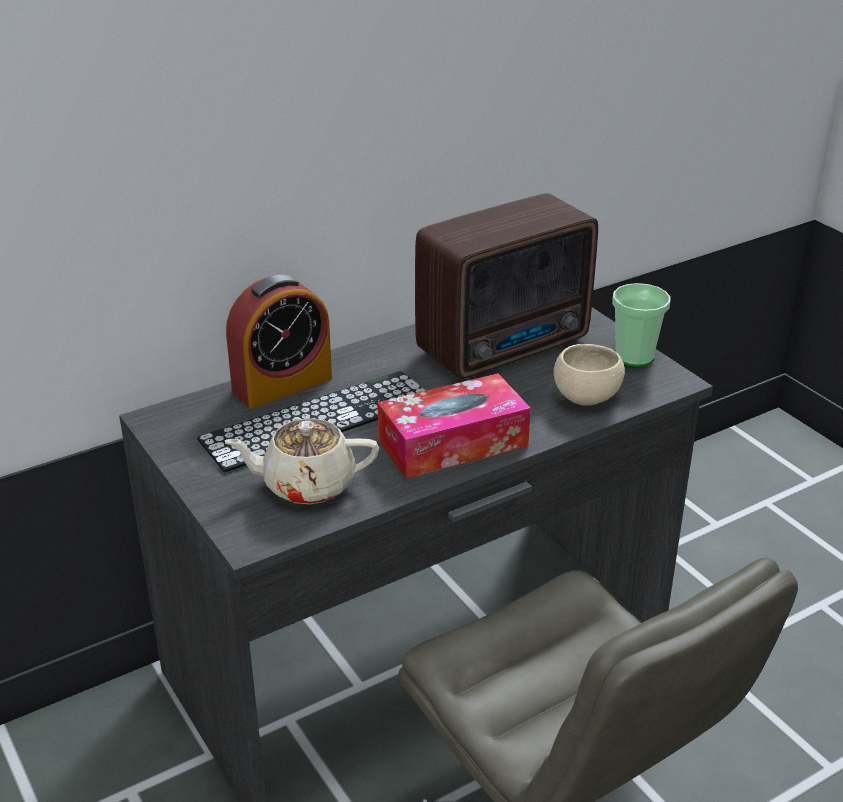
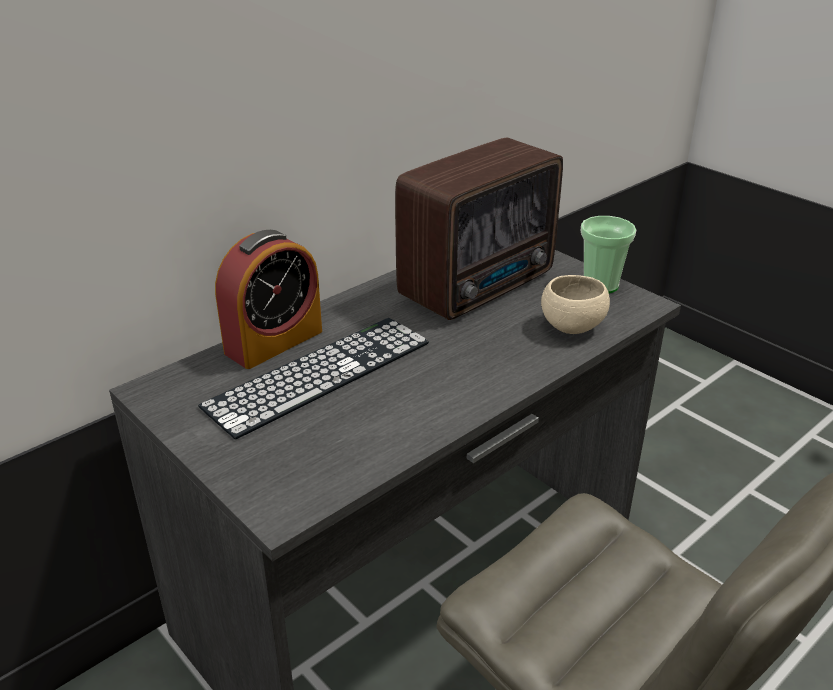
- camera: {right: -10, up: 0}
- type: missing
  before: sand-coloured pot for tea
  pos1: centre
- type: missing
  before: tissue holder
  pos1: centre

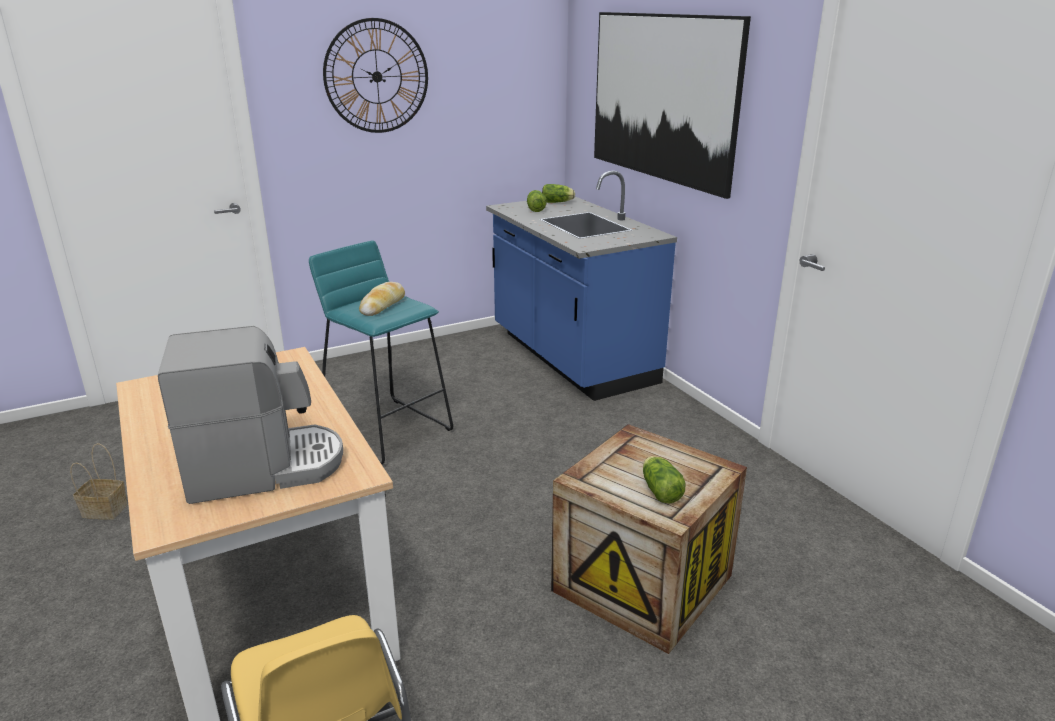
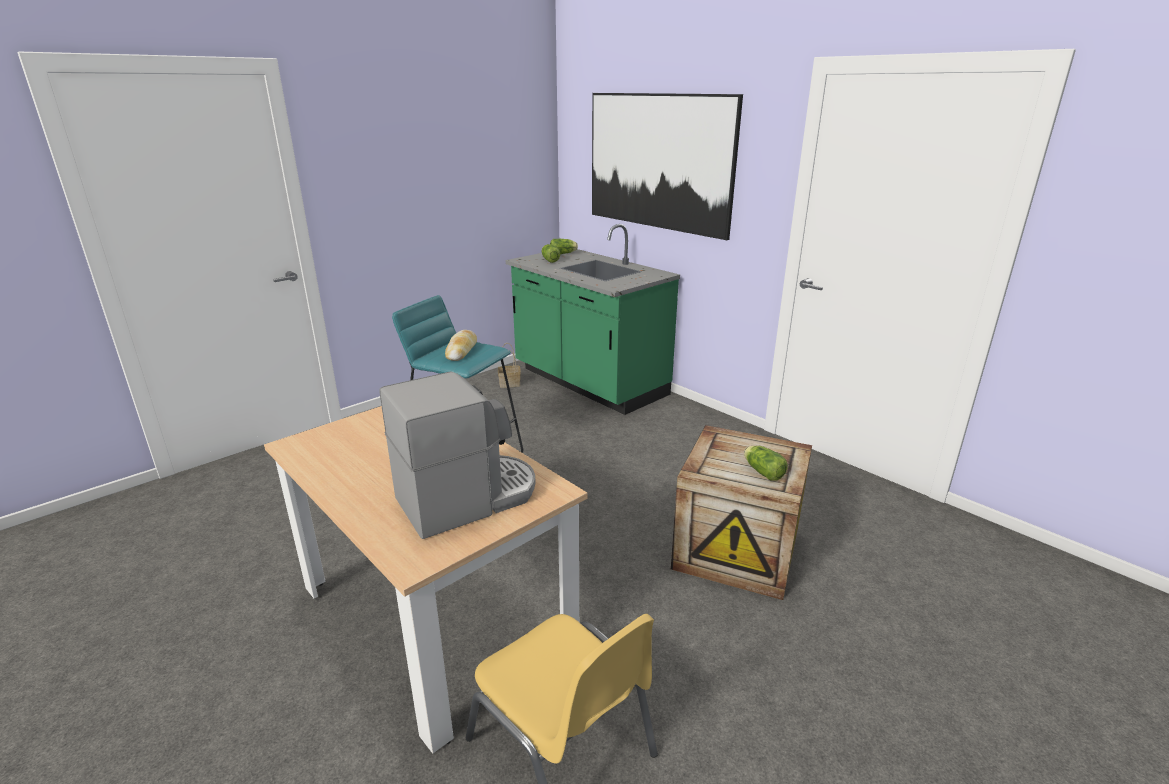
- camera: {right: -15, up: 0}
- type: relocated
  before: storage basket
  pos1: bottom left
  pos2: centre
- type: colour
  before: blue counter
  after: greenish counter
  pos1: centre
  pos2: centre
- type: missing
  before: hanging clock
  pos1: top centre

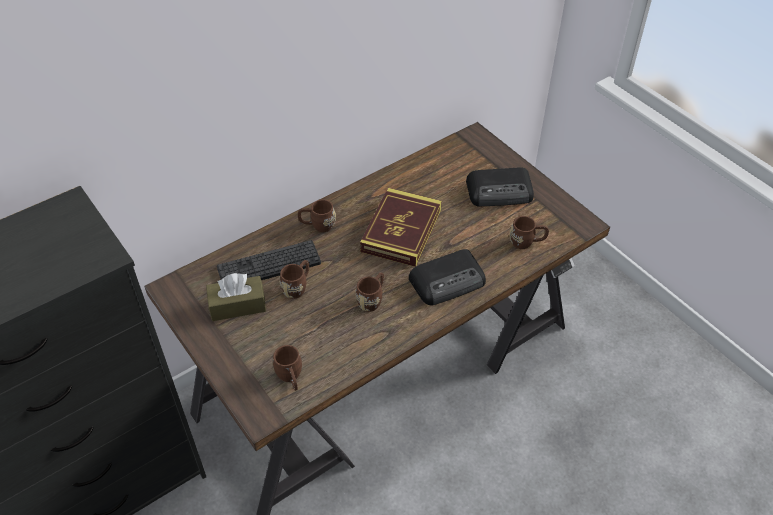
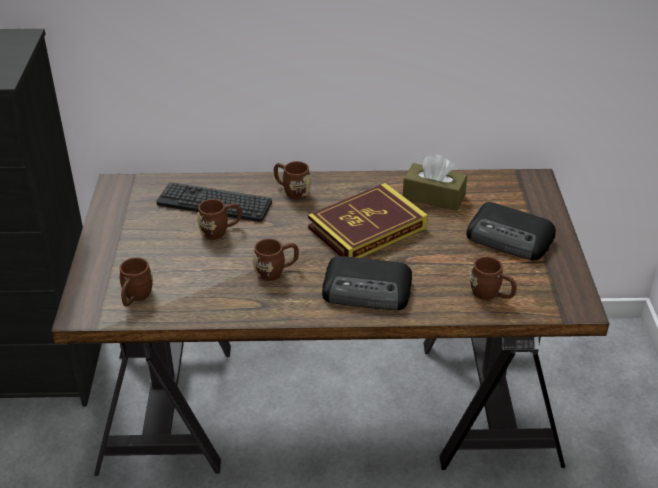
- camera: {right: 35, up: -10}
- type: relocated
  before: brown tissue holder
  pos1: middle left
  pos2: centre

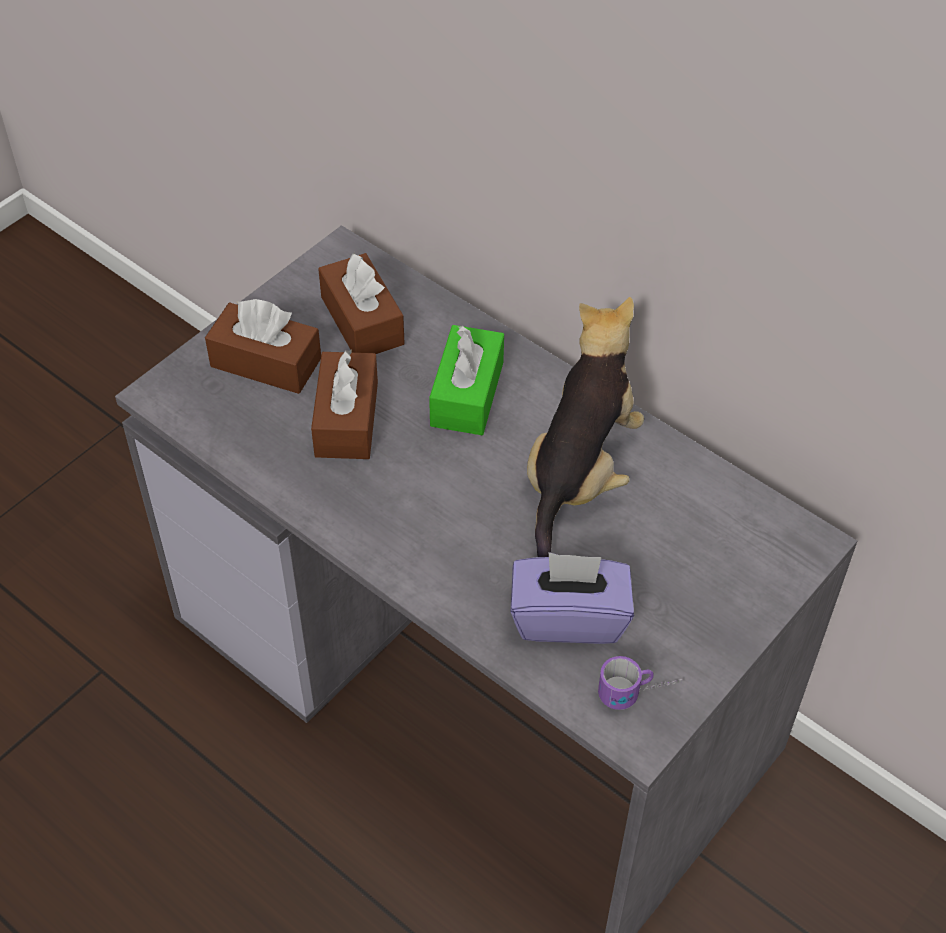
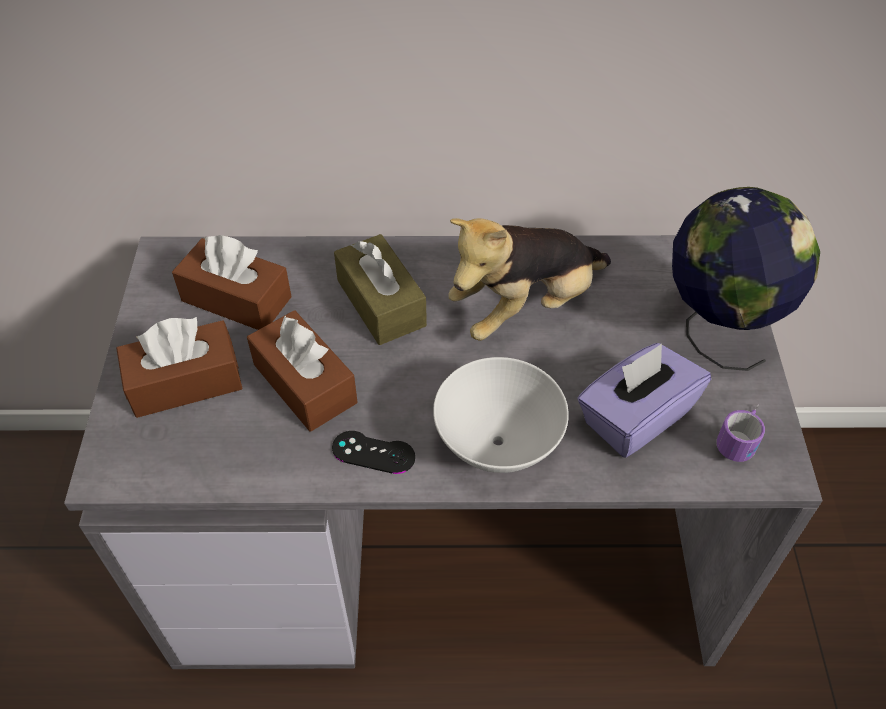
- camera: {right: -40, up: 0}
- type: appeared
  after: black gamepad
  pos2: centre
- type: colour
  before: greenish tissue holder
  after: brown tissue holder (no. 4 from left)
  pos1: centre
  pos2: centre
- type: appeared
  after: whitish bowl
  pos2: centre
- type: spun
  before: soft toy
  pos1: centre
  pos2: centre
  turn: -105
- type: appeared
  after: desk globe
  pos2: middle right

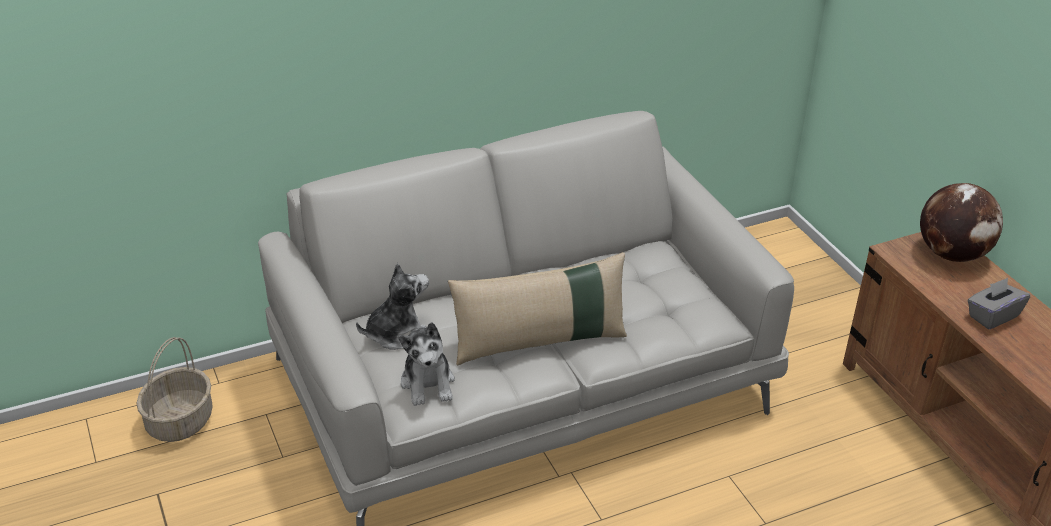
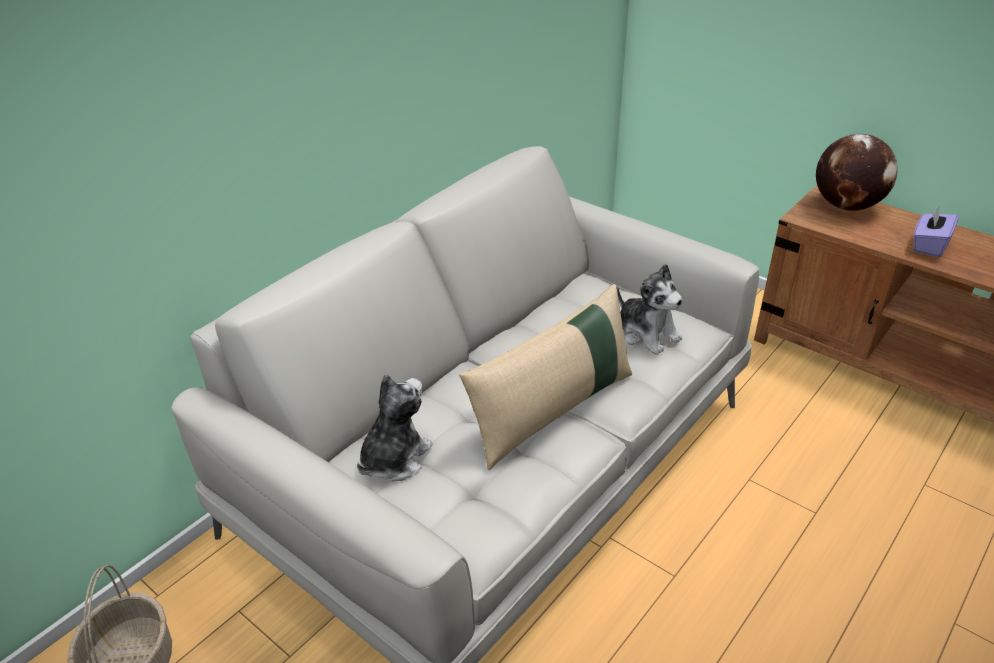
- camera: {right: -25, up: 0}
- type: relocated
  before: soft toy (no. 2 from left)
  pos1: bottom centre
  pos2: centre
- type: colour
  before: grey tissue holder
  after: purple tissue holder
  pos1: middle right
  pos2: middle right

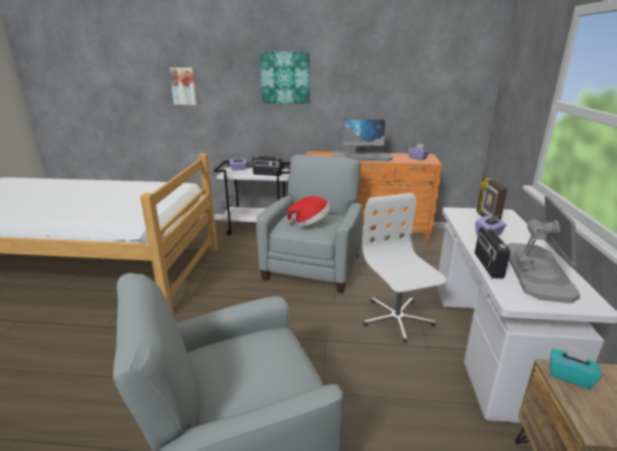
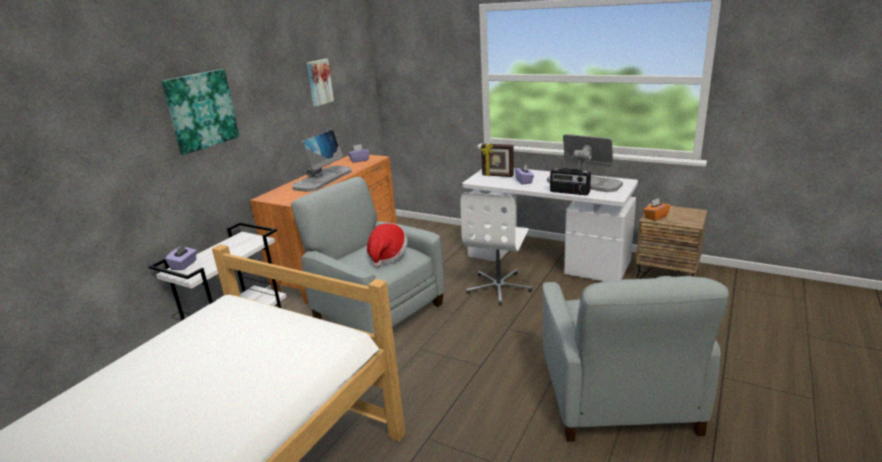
- camera: {right: -65, up: 0}
- type: relocated
  before: picture (no. 1 from left in the first image)
  after: picture (no. 2 from left)
  pos1: top left
  pos2: top centre
- type: spun
  before: whitish desk chair
  pos1: centre
  pos2: centre
  turn: -75
- type: colour
  before: turquoise-coloured tissue holder
  after: orange tissue holder
  pos1: bottom right
  pos2: middle right
- type: missing
  before: radio (no. 1 from left)
  pos1: centre

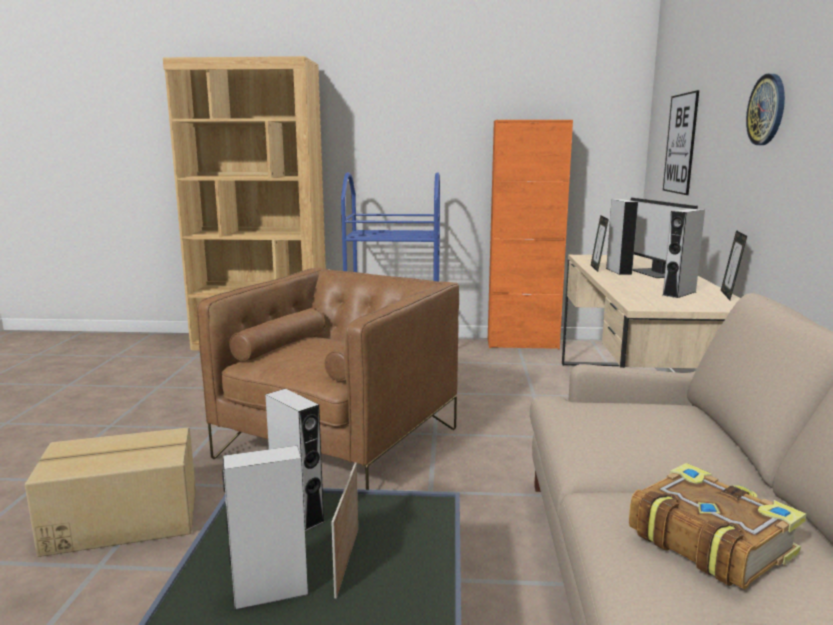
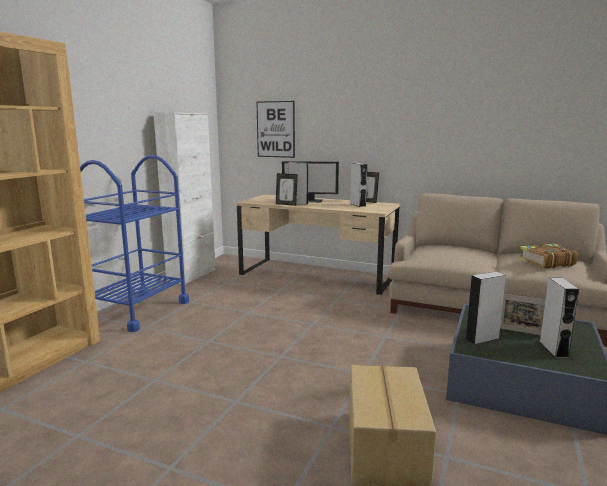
- camera: {right: -70, up: 0}
- type: colour
  before: orange cupboard
  after: whitish cupboard
  pos1: centre
  pos2: middle left
- type: missing
  before: brown easy chair
  pos1: centre
- type: missing
  before: hanging clock
  pos1: top right

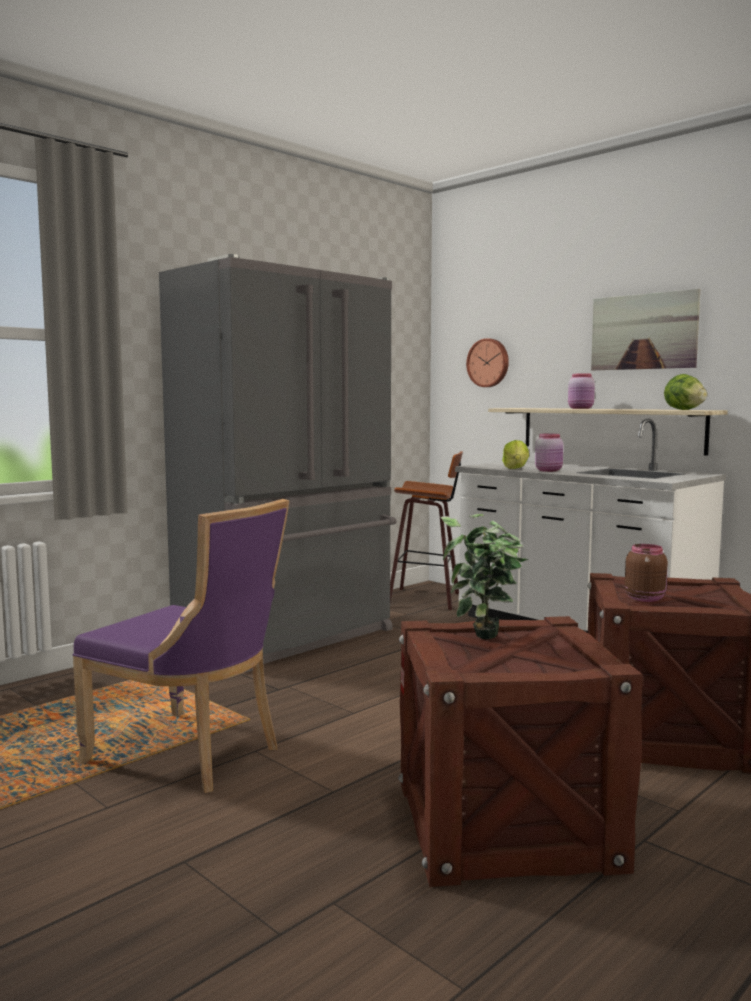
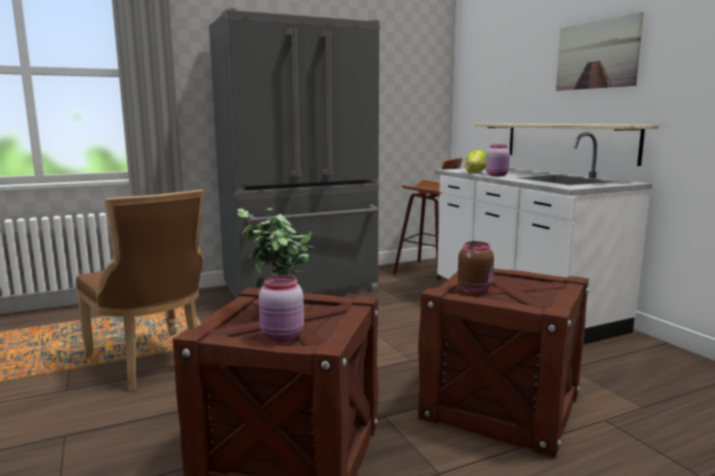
- camera: {right: 20, up: 5}
- type: colour
  before: purple chair
  after: brown chair
  pos1: middle left
  pos2: middle left
- type: relocated
  before: pinkish storage jar (no. 2 from left in the first image)
  after: pinkish storage jar (no. 1 from left)
  pos1: middle right
  pos2: centre
- type: missing
  before: hanging clock
  pos1: centre
- type: missing
  before: lettuce head (no. 2 from left)
  pos1: middle right

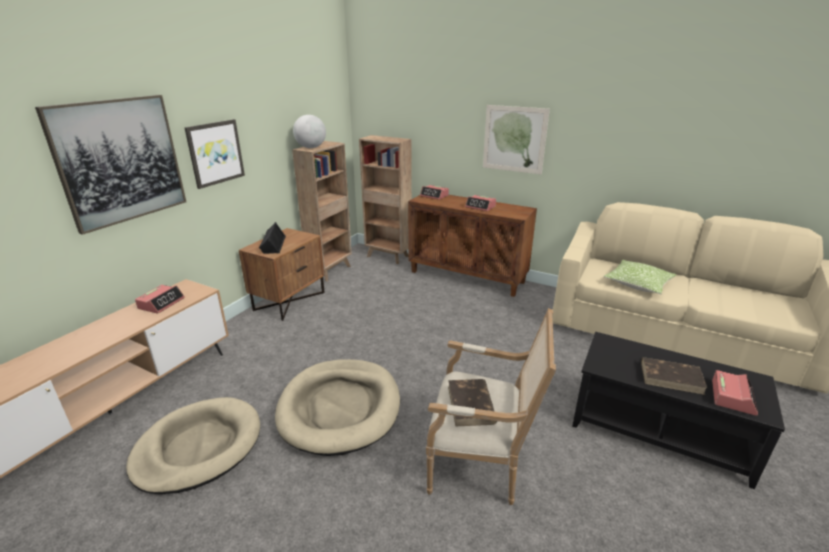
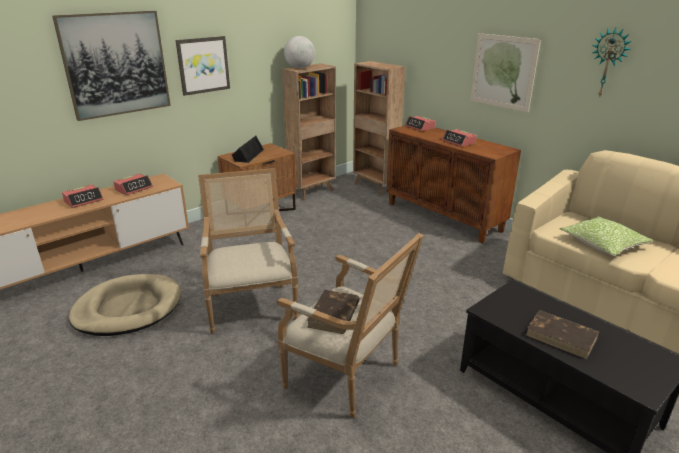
- camera: {right: 20, up: 0}
- type: relocated
  before: alarm clock (no. 4 from left in the first image)
  after: alarm clock (no. 1 from left)
  pos1: bottom right
  pos2: middle left
- type: exchanged
  before: sand-coloured dog cushion (no. 2 from left)
  after: easy chair (no. 1 from left)
  pos1: bottom centre
  pos2: centre
- type: appeared
  after: hanging clock
  pos2: top right

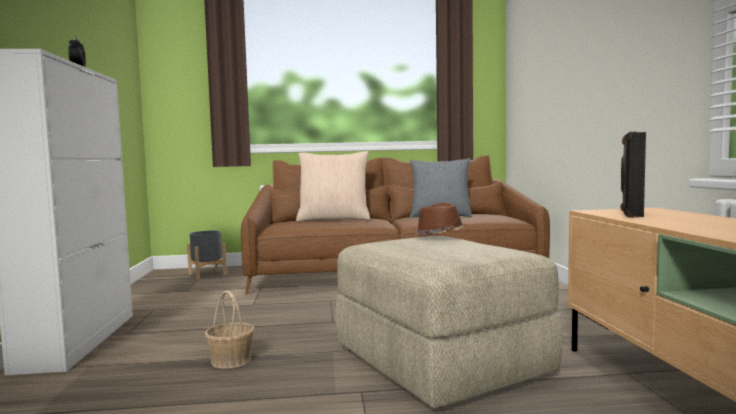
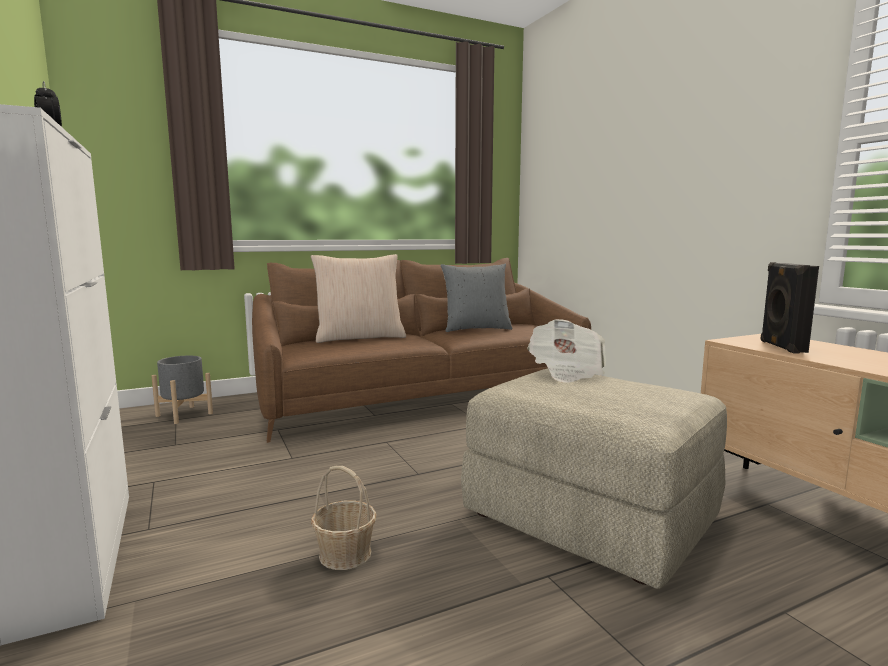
- camera: {right: -20, up: 5}
- type: exchanged
  before: brown hat
  after: newspaper
  pos1: centre
  pos2: centre

